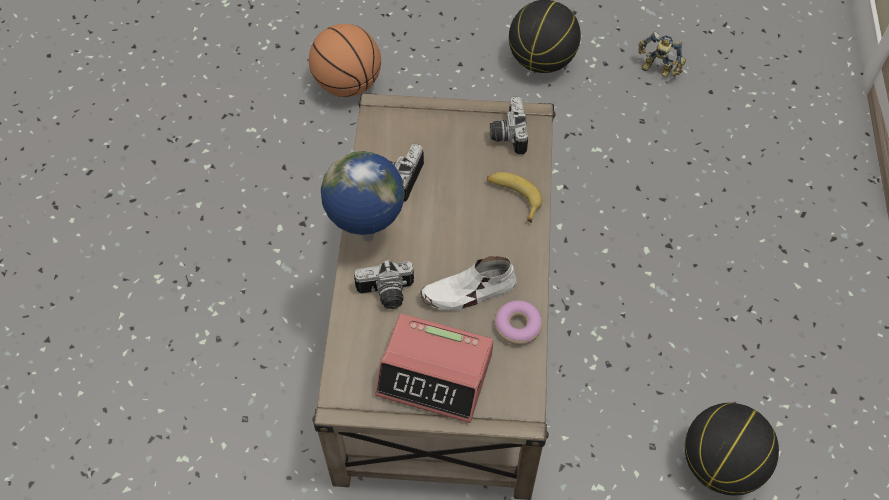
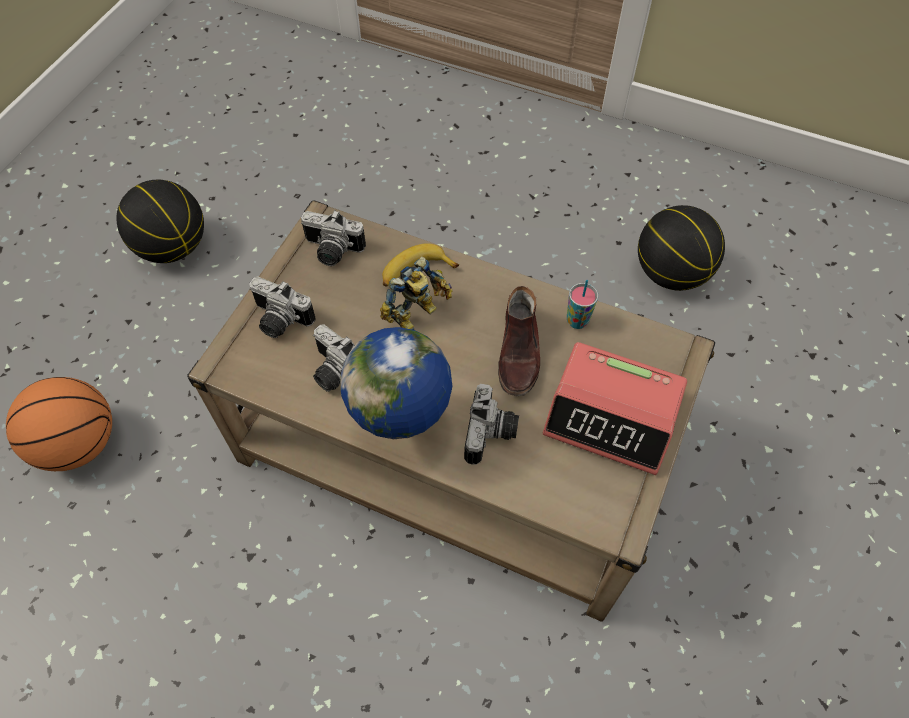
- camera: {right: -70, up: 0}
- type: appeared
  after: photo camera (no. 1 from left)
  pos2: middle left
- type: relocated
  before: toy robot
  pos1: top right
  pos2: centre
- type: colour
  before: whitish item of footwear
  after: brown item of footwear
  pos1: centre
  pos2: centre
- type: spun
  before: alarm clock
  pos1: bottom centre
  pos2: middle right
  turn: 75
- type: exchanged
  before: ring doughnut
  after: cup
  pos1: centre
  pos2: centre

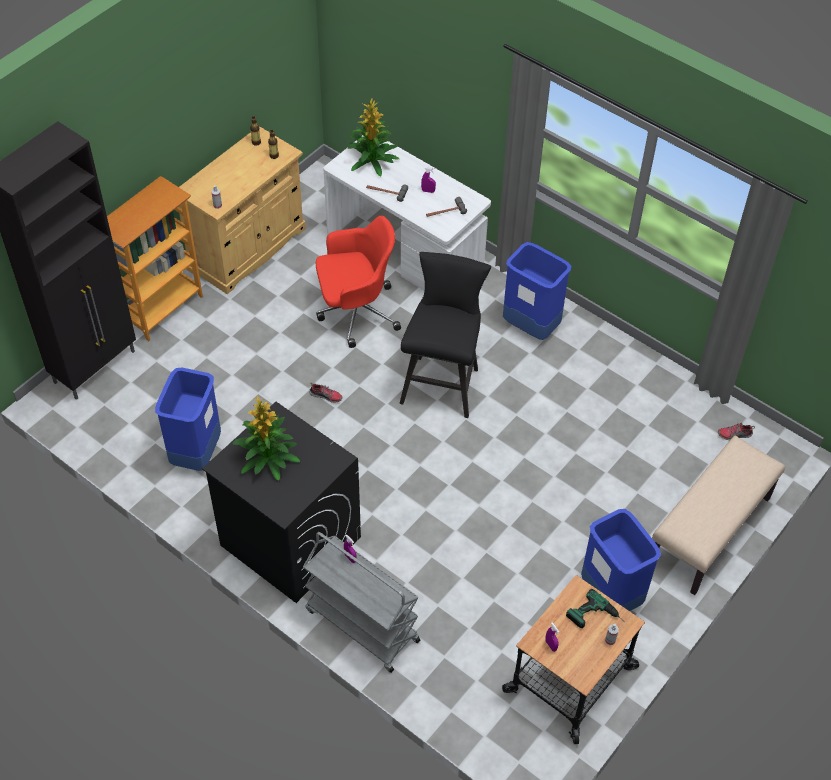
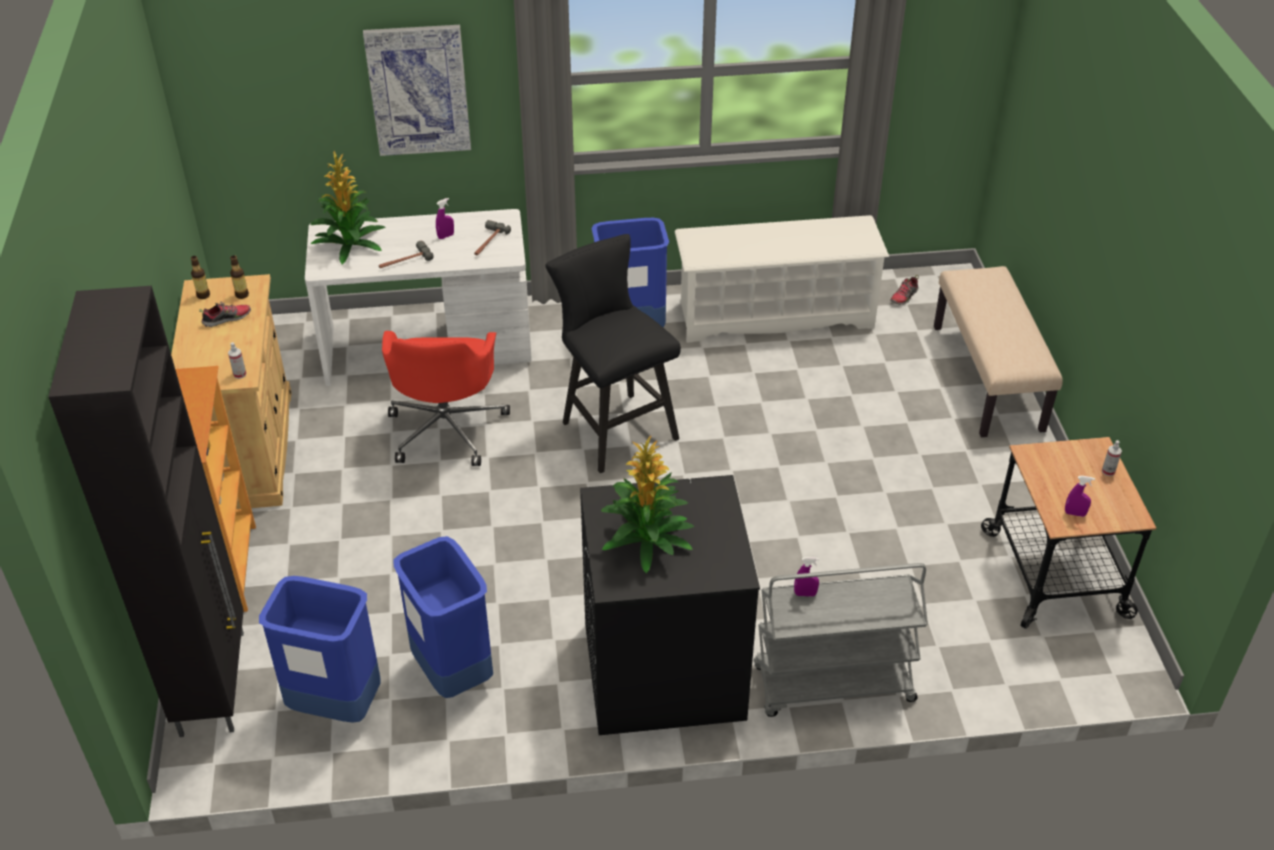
- camera: {right: -45, up: -10}
- type: relocated
  before: item of footwear (no. 1 from left)
  pos1: centre
  pos2: middle left
- type: relocated
  before: blue waste bin (no. 3 from left in the first image)
  after: blue waste bin (no. 1 from left)
  pos1: bottom right
  pos2: bottom left
- type: appeared
  after: picture
  pos2: top left
- type: spun
  before: reddish desk chair
  pos1: centre
  pos2: centre
  turn: 150
- type: appeared
  after: whitish shoe shelf
  pos2: top centre
- type: missing
  before: power drill
  pos1: bottom right

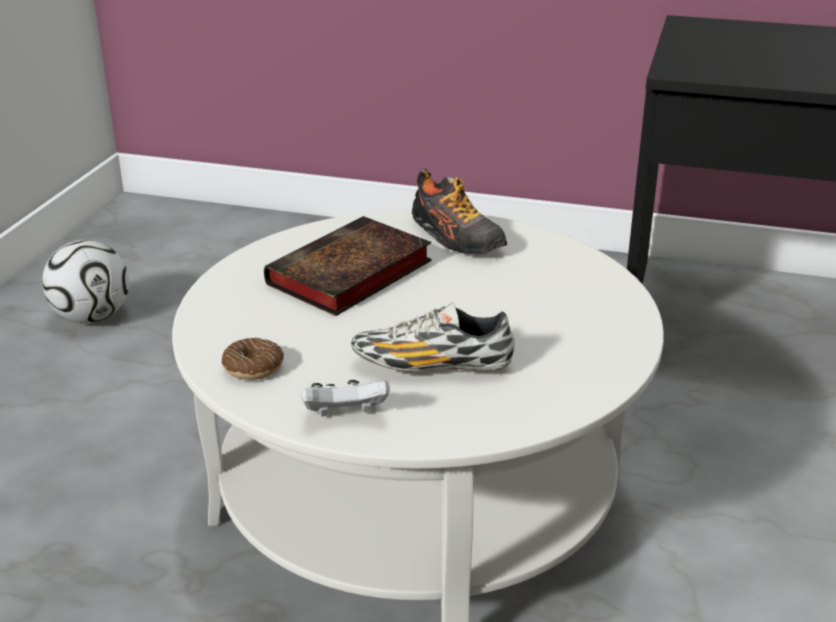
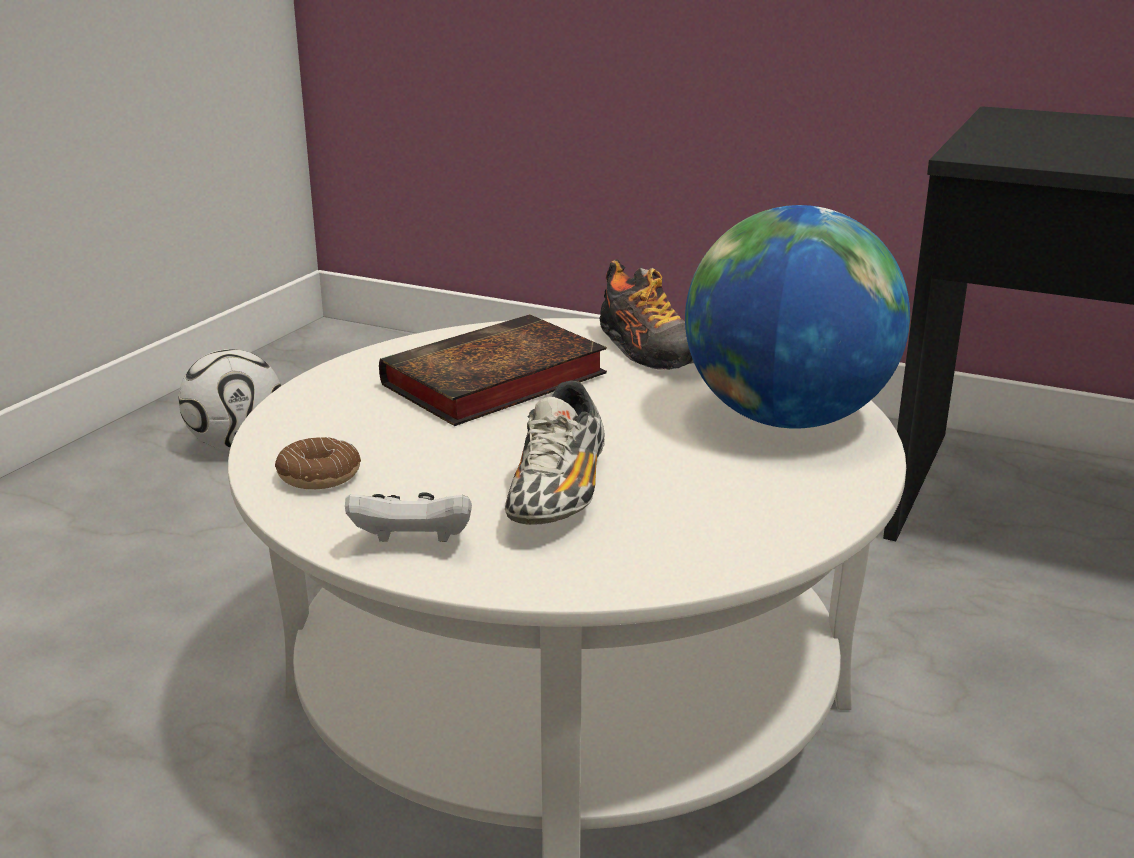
- camera: {right: 10, up: -5}
- type: spun
  before: item of footwear (no. 1 from left)
  pos1: centre
  pos2: centre
  turn: -90
- type: appeared
  after: desk globe
  pos2: middle right

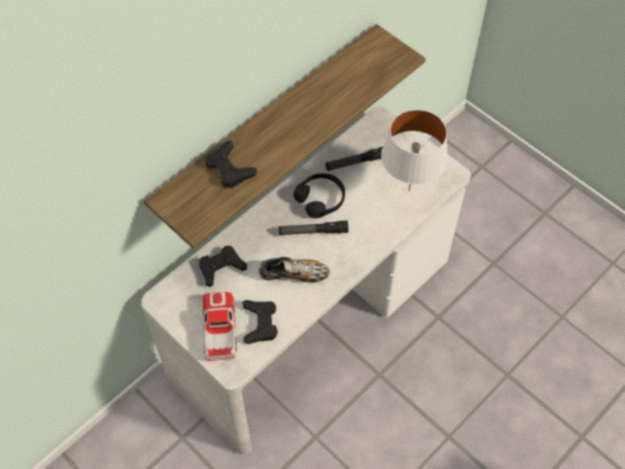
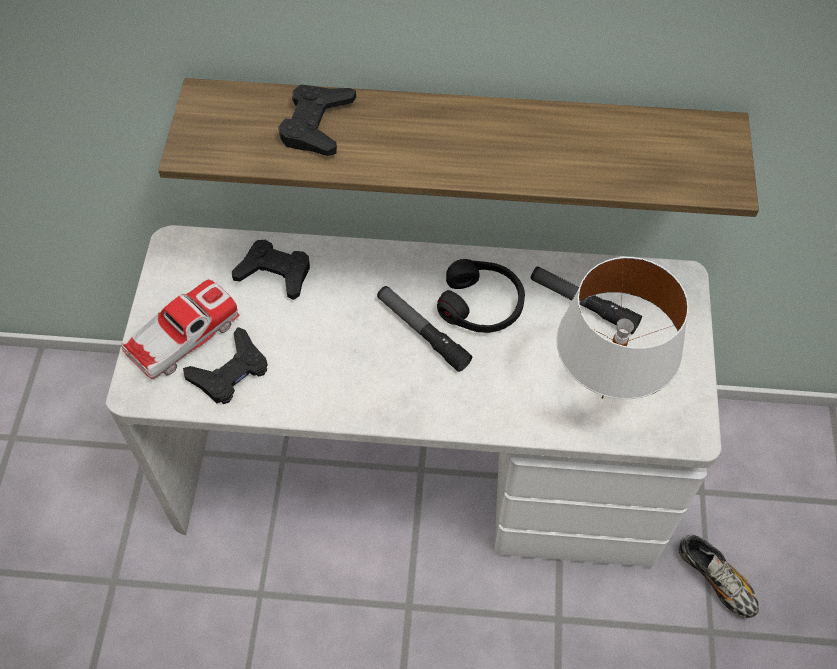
- camera: {right: 50, up: 0}
- type: relocated
  before: item of footwear
  pos1: centre
  pos2: bottom right

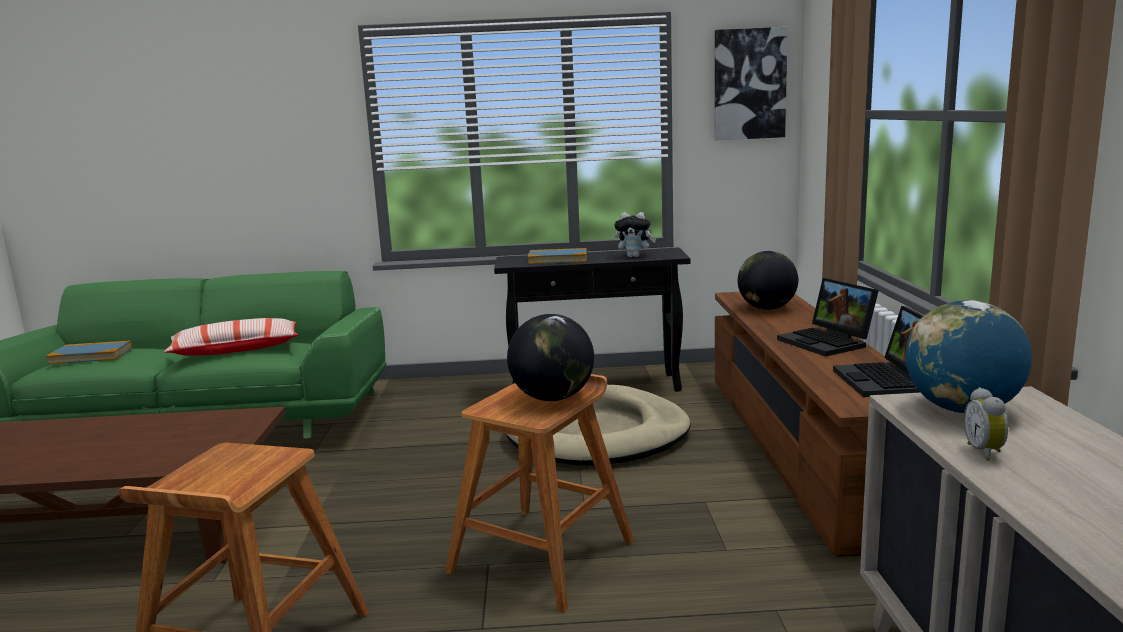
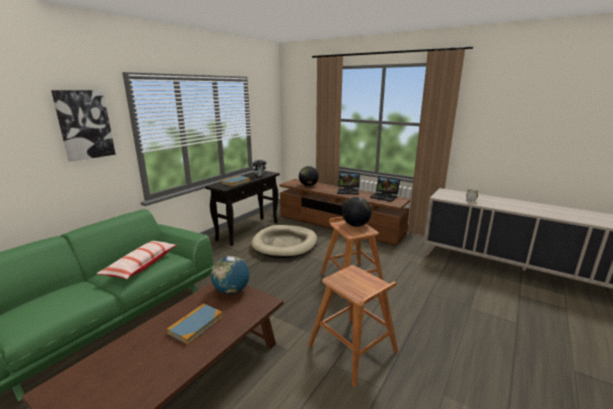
- camera: {right: -55, up: 5}
- type: relocated
  before: picture
  pos1: top right
  pos2: top left
- type: relocated
  before: bound book (no. 1 from left)
  pos1: middle left
  pos2: bottom left
- type: relocated
  before: desk globe (no. 3 from left in the first image)
  after: desk globe (no. 1 from left)
  pos1: middle right
  pos2: bottom centre

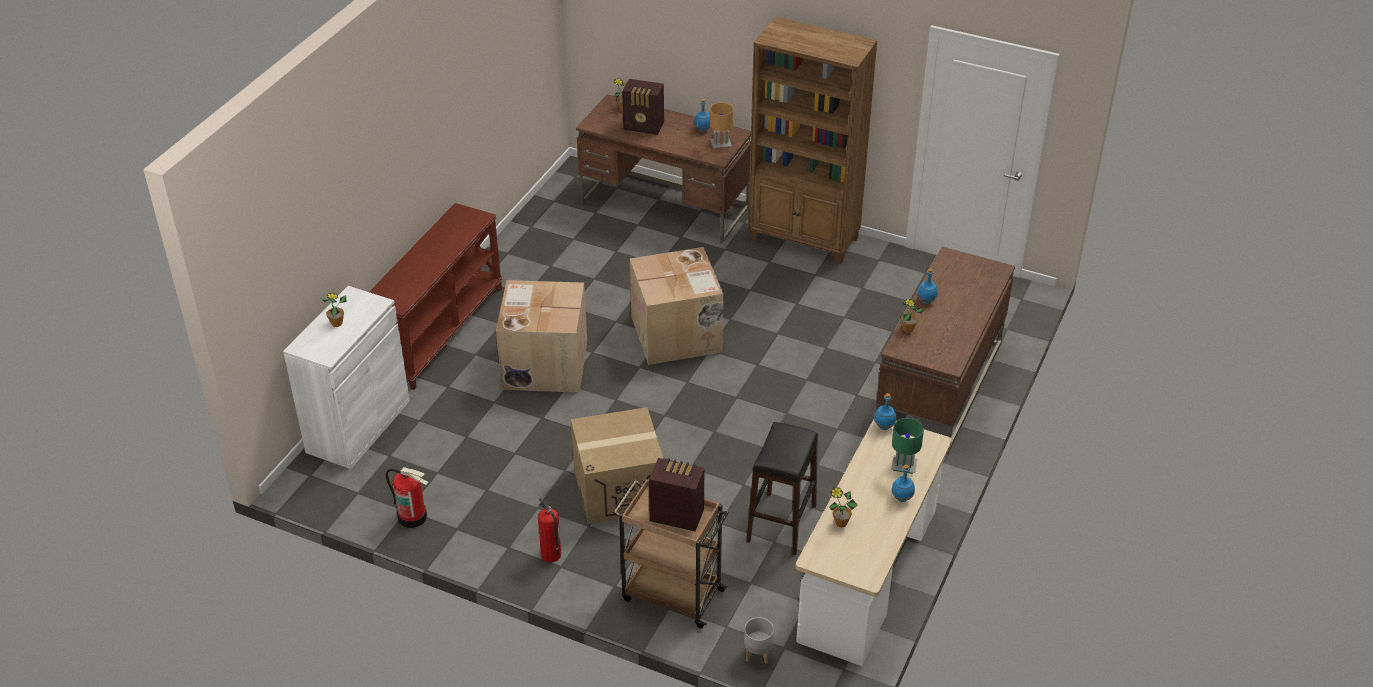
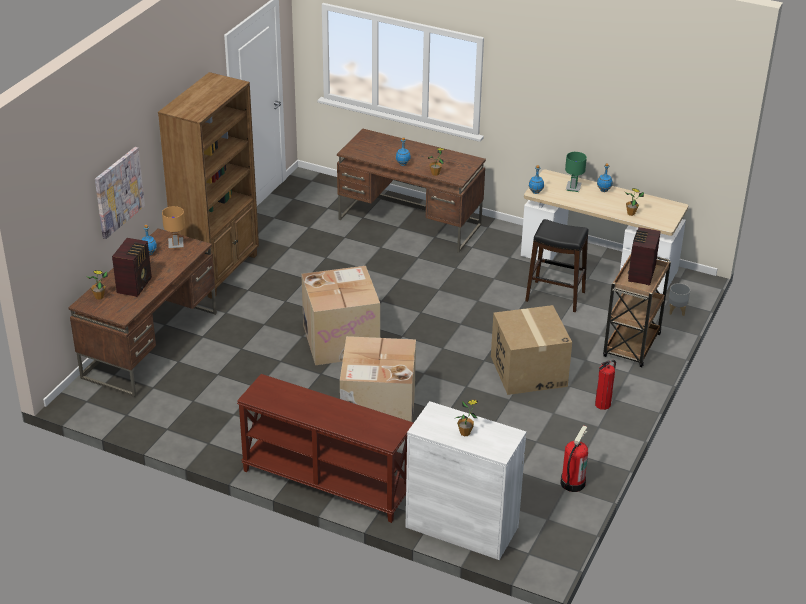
- camera: {right: -90, up: -5}
- type: appeared
  after: picture
  pos2: top left

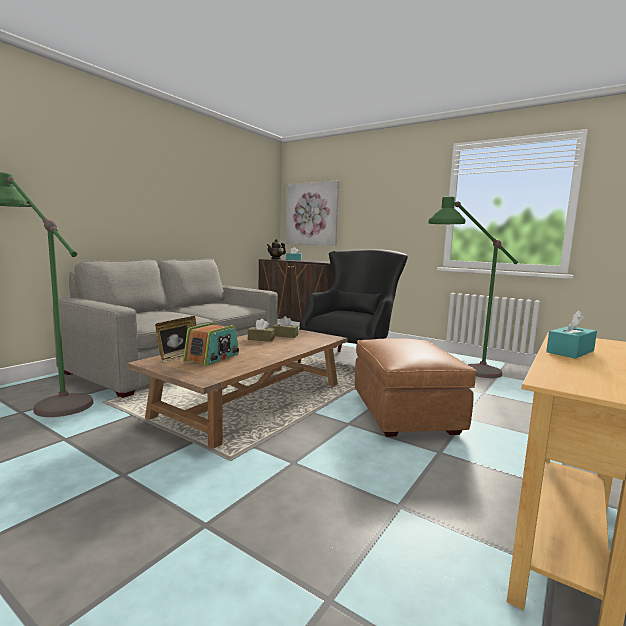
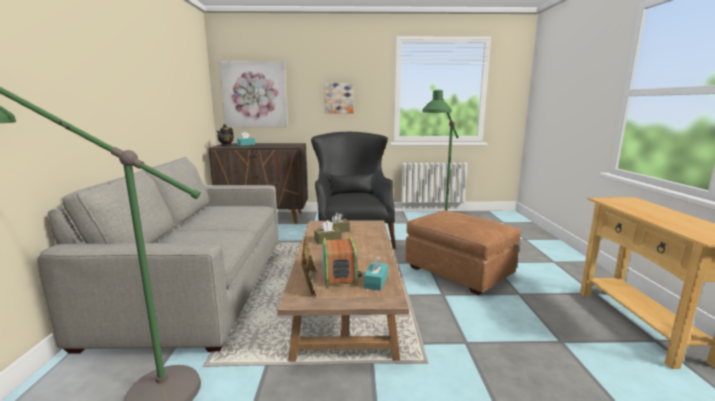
- camera: {right: -35, up: 5}
- type: appeared
  after: picture (no. 2 from left)
  pos2: top centre
- type: relocated
  before: turquoise-coloured tissue holder (no. 2 from left)
  pos1: middle right
  pos2: bottom centre

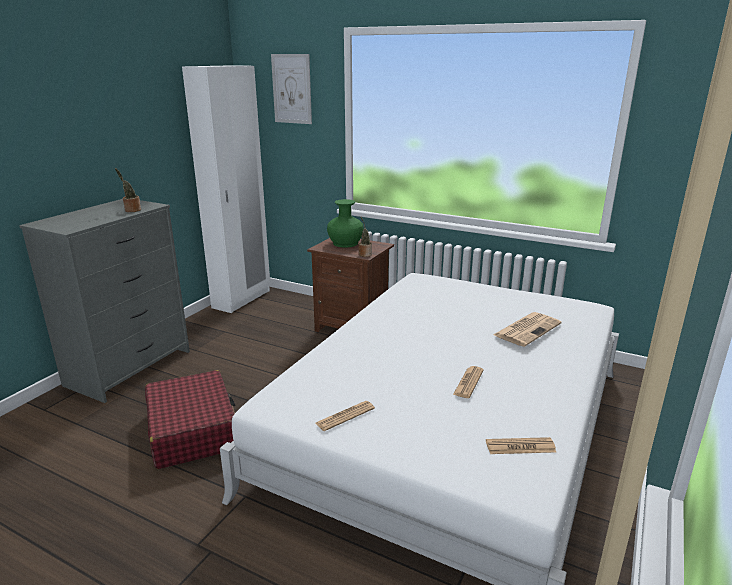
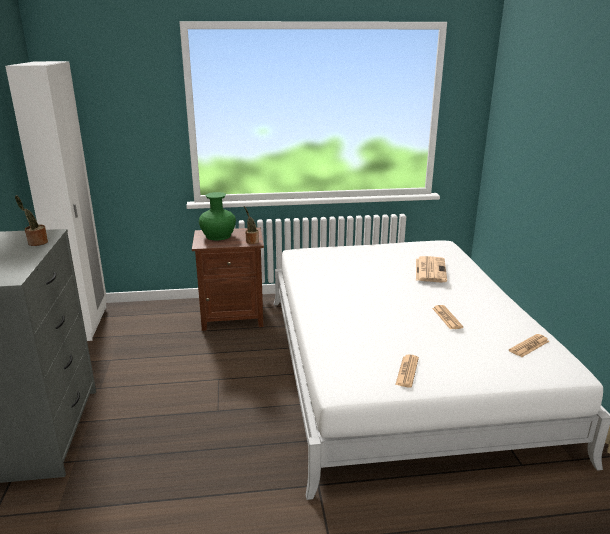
- camera: {right: -35, up: 0}
- type: missing
  before: reddish suitcase
  pos1: bottom left
- type: missing
  before: picture
  pos1: top centre

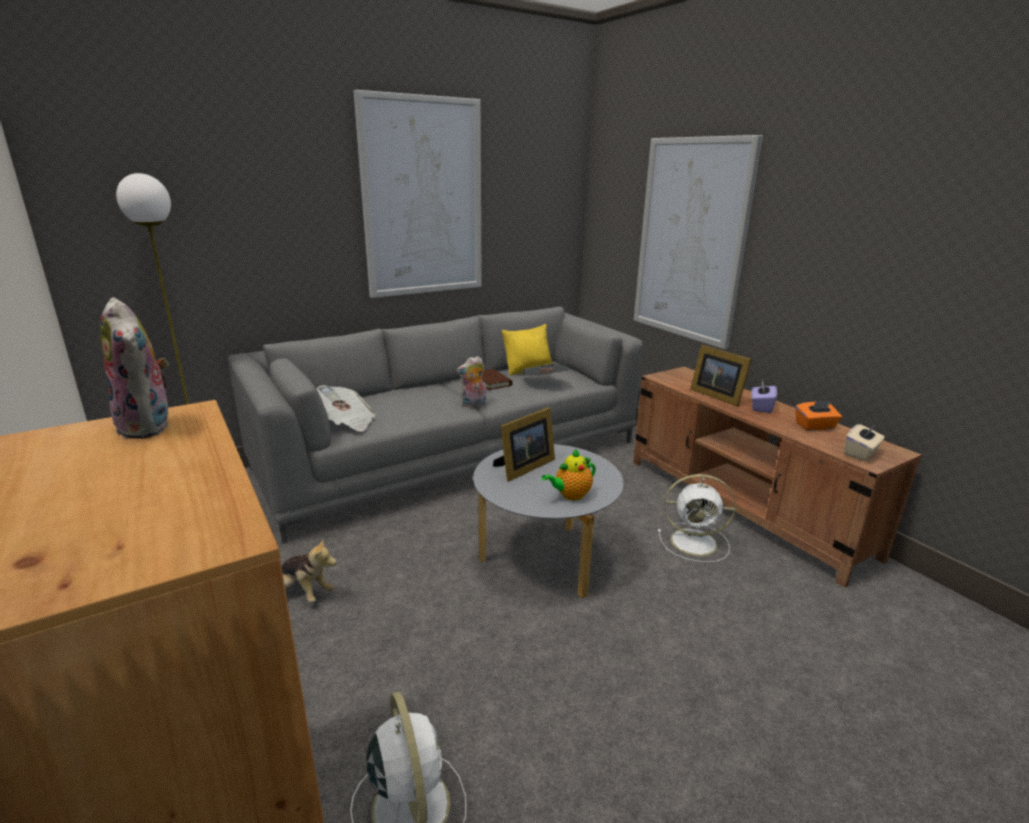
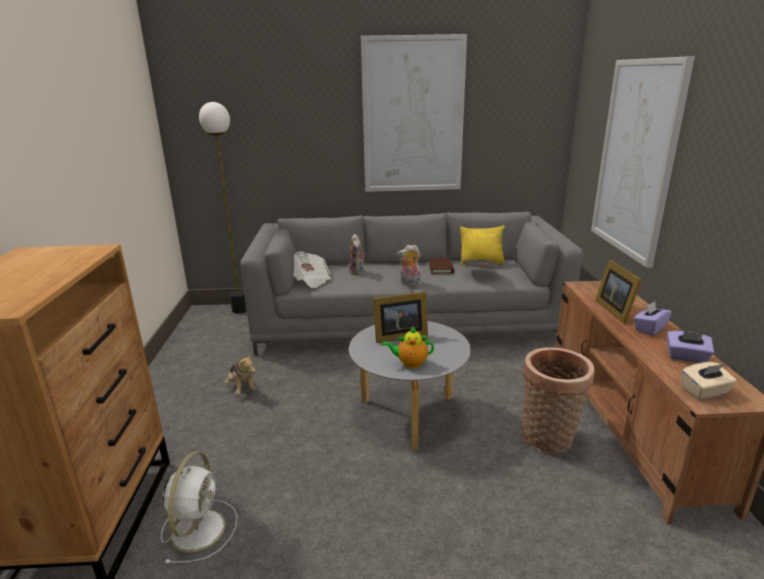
- camera: {right: 30, up: 0}
- type: relocated
  before: soft toy (no. 1 from left in the first image)
  after: soft toy (no. 2 from left)
  pos1: middle left
  pos2: centre
- type: exchanged
  before: whitish fan (no. 2 from left)
  after: storage basket
  pos1: middle right
  pos2: bottom right
- type: colour
  before: orange tissue holder
  after: purple tissue holder (no. 2 from left)
  pos1: middle right
  pos2: middle right

